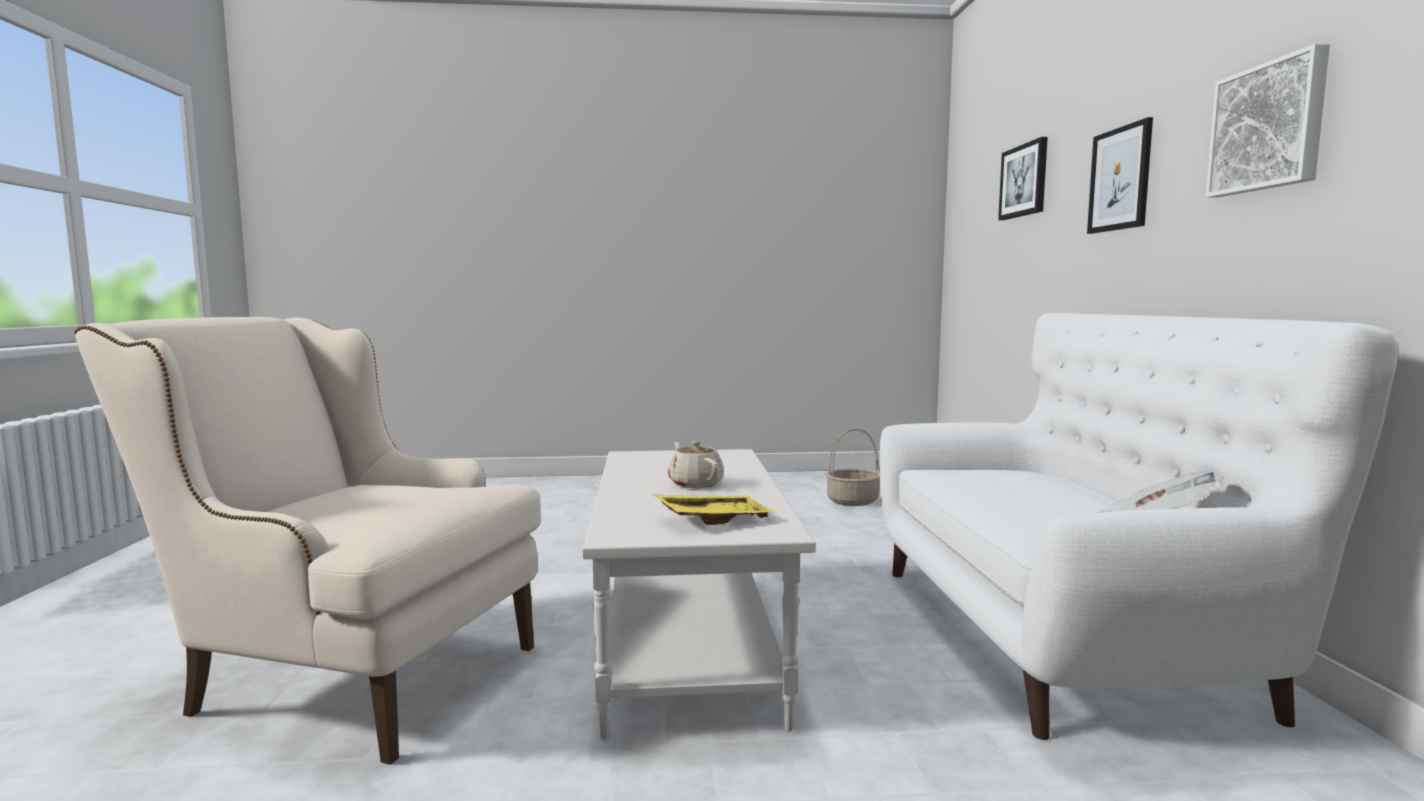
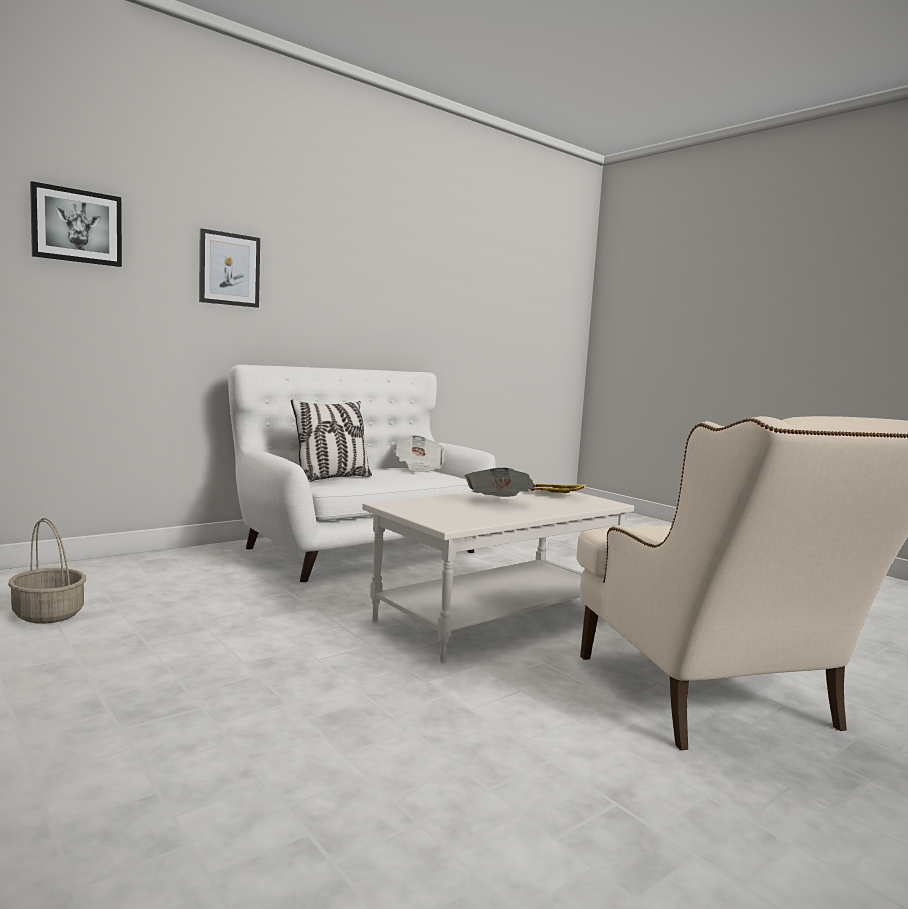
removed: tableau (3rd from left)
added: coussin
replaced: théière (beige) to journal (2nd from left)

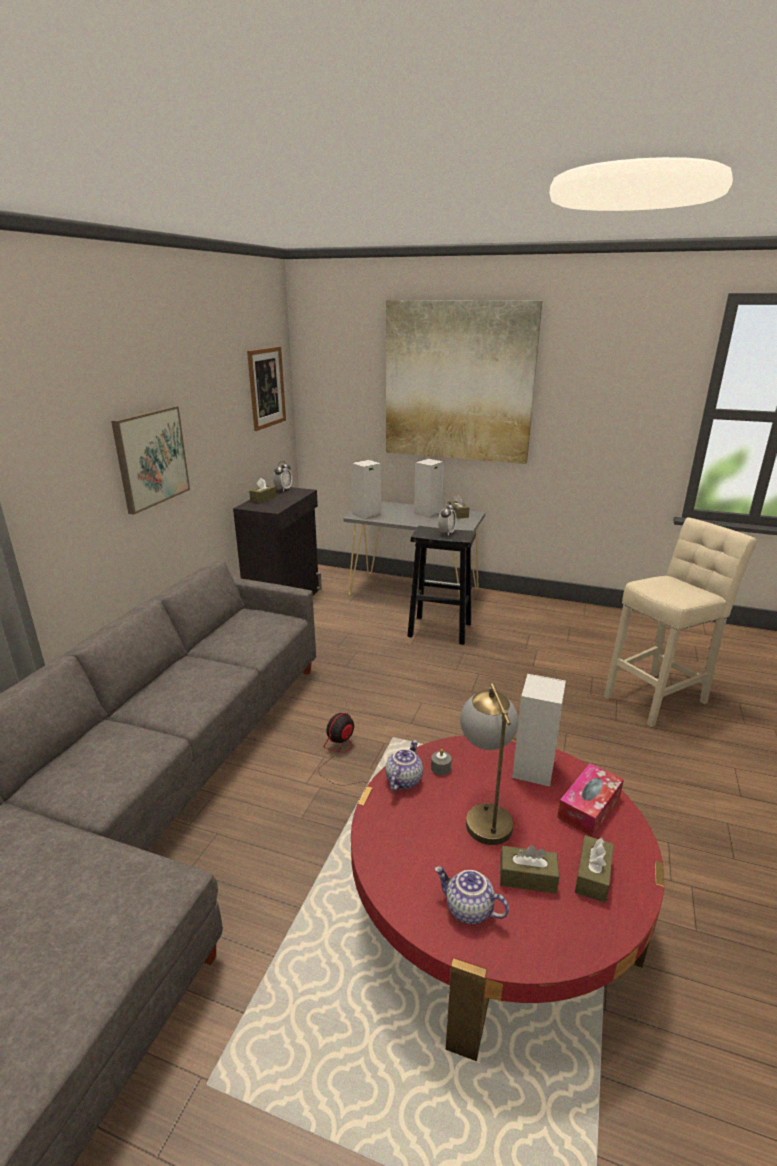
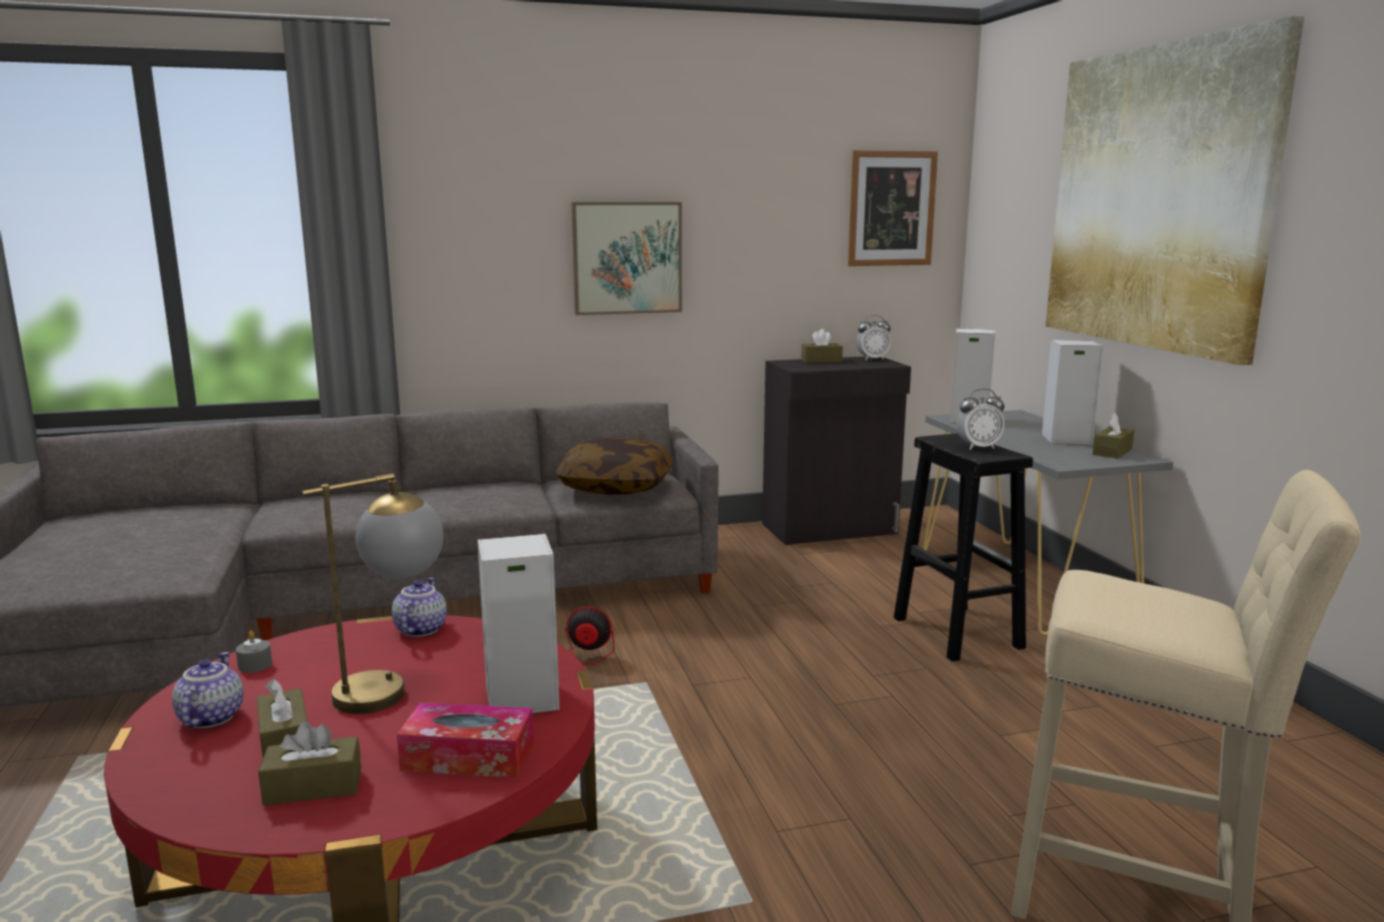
added: coussin
moved: bougie (gris)
turned: théière (1st from left in the first image) 75 degrees counterclockwise

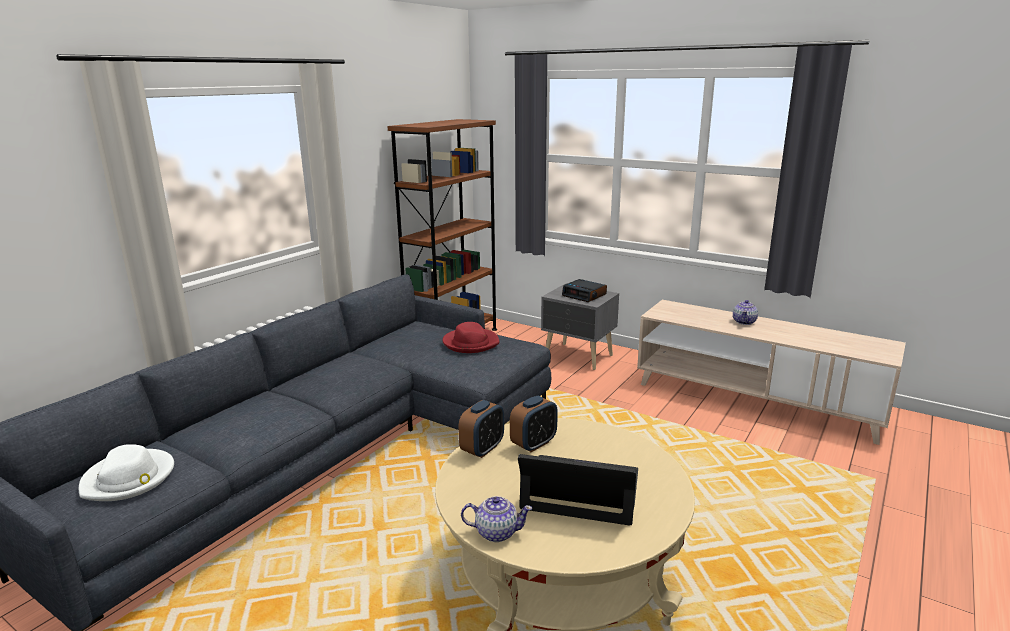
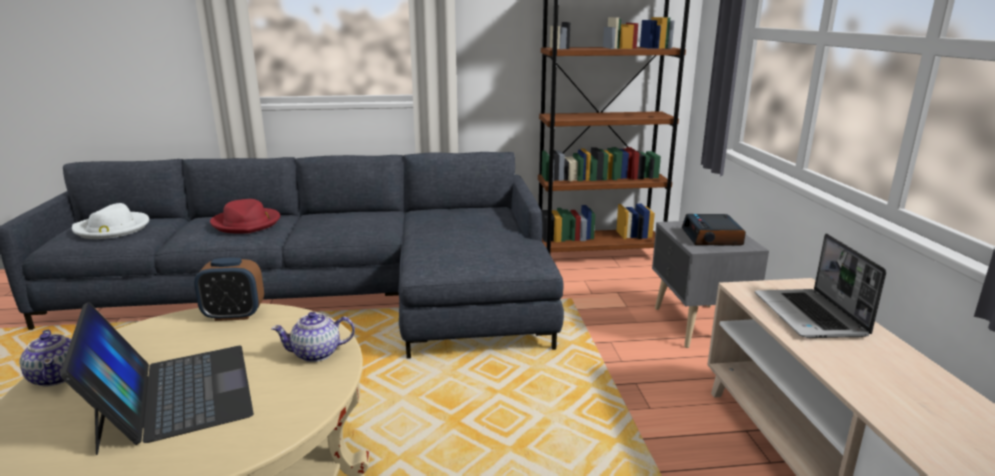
removed: réveil (2nd from left)
added: ordinateur portable (2nd from left)
moved: chapeau (rouge); théière (2nd from left)

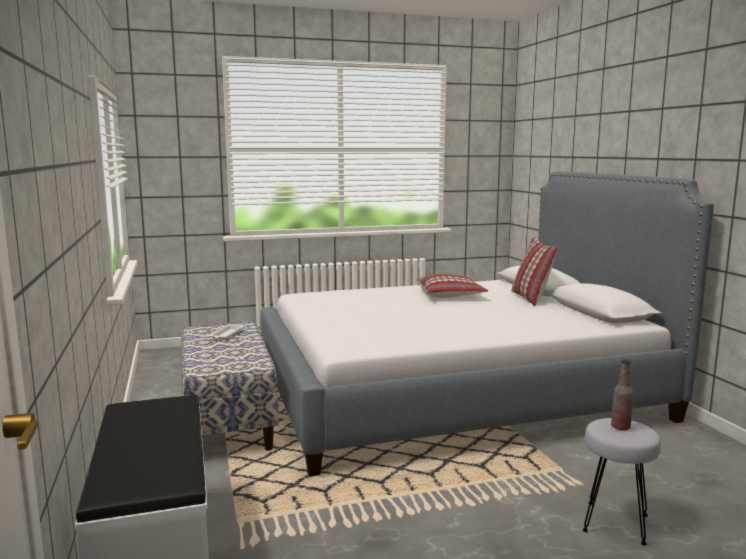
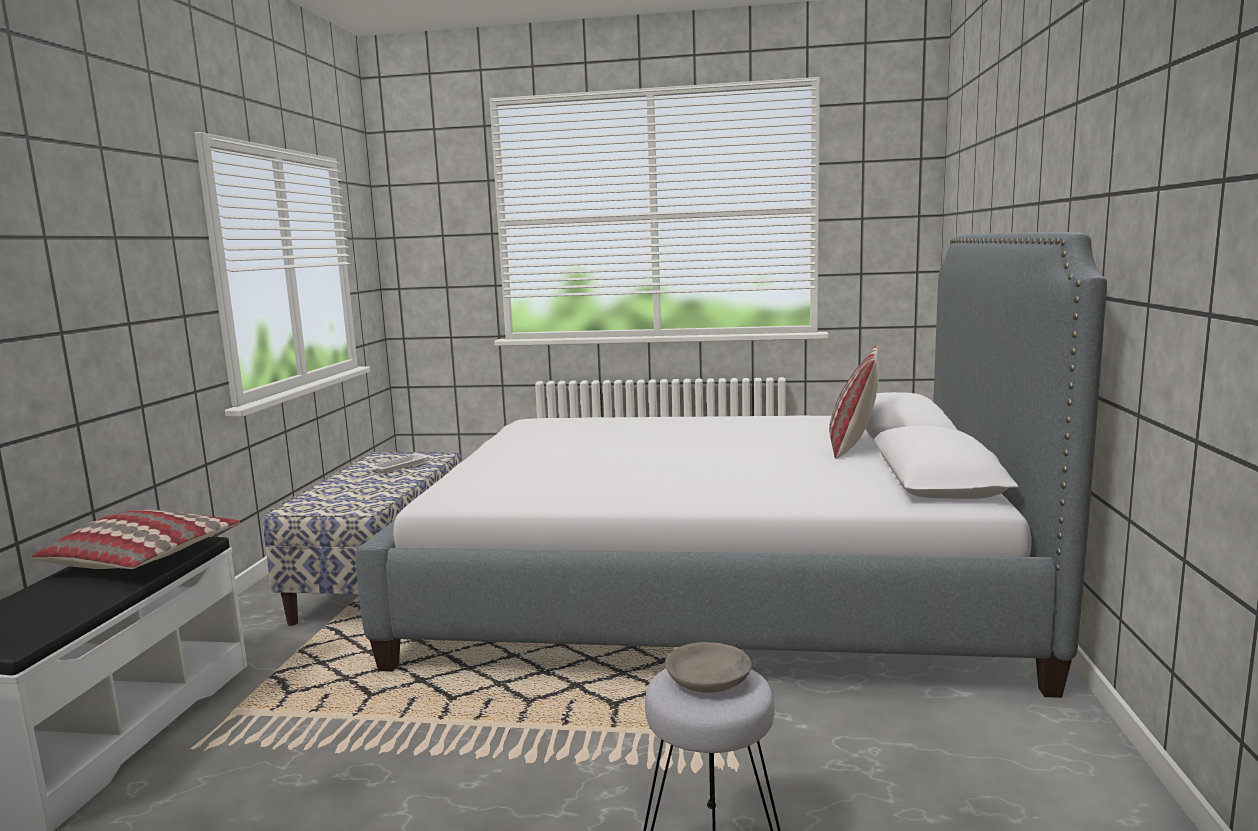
moved: coussin (1st from left)
replaced: bouteille to bol (gris)

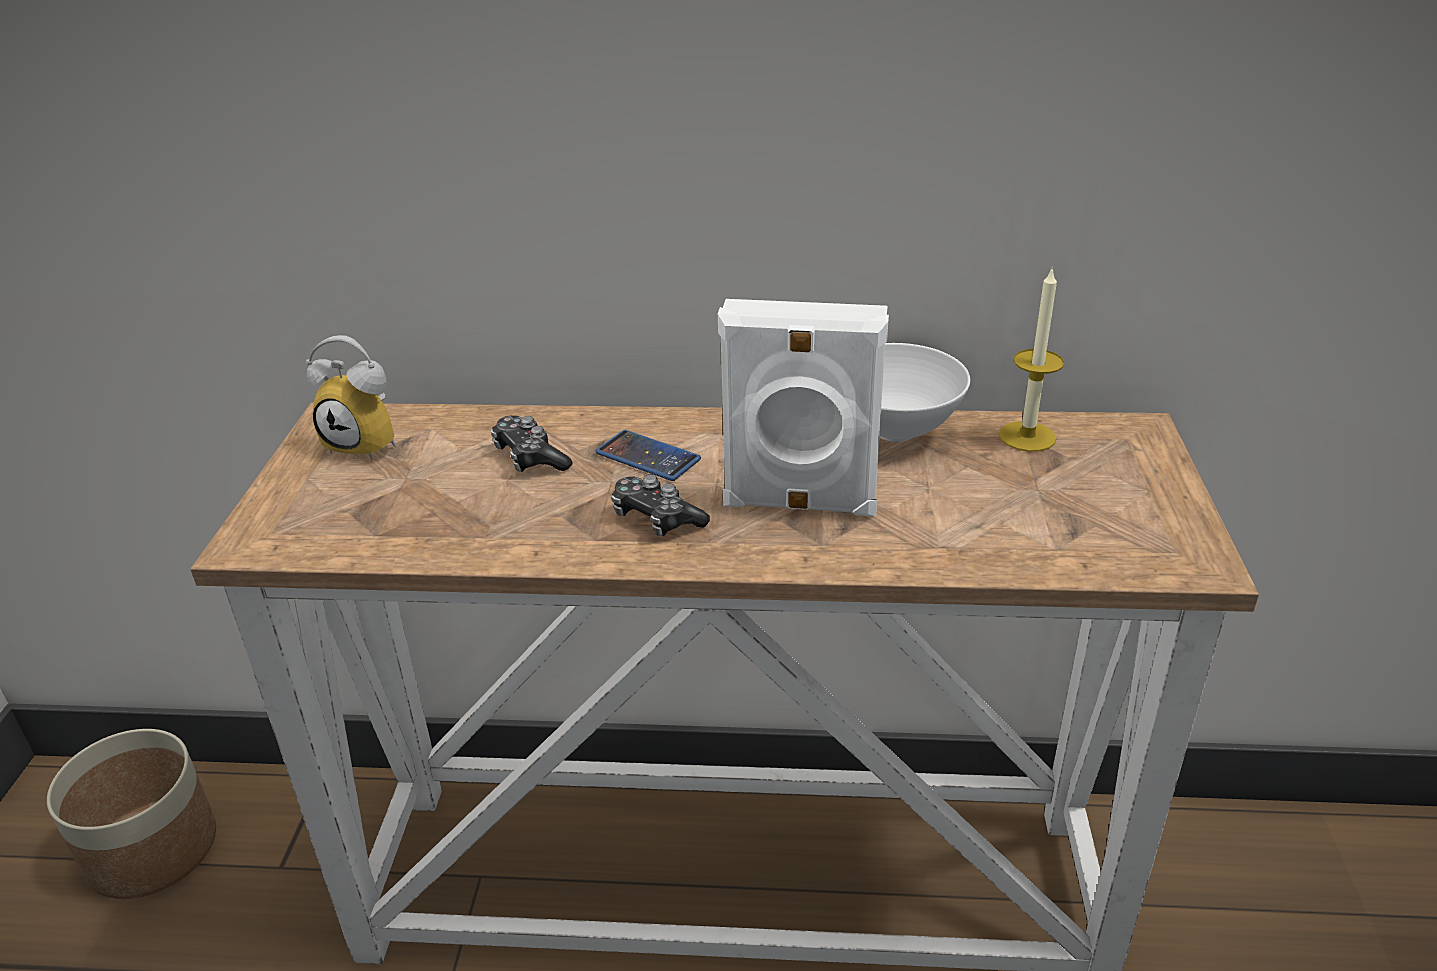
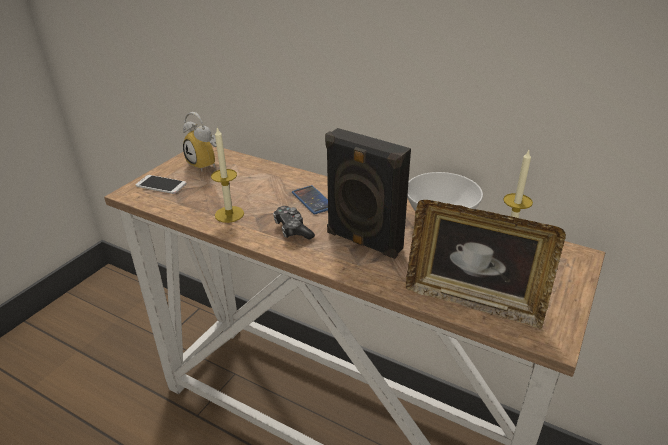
removed: cache-pot; manette (1st from left)
added: téléphone (1st from left); bougie (1st from left); cadre photo
recoloured: enceinte (blanc) to enceinte (noir)

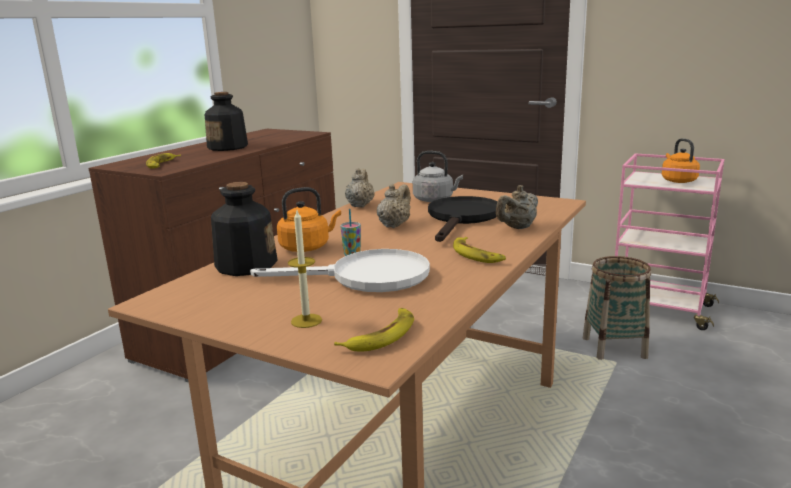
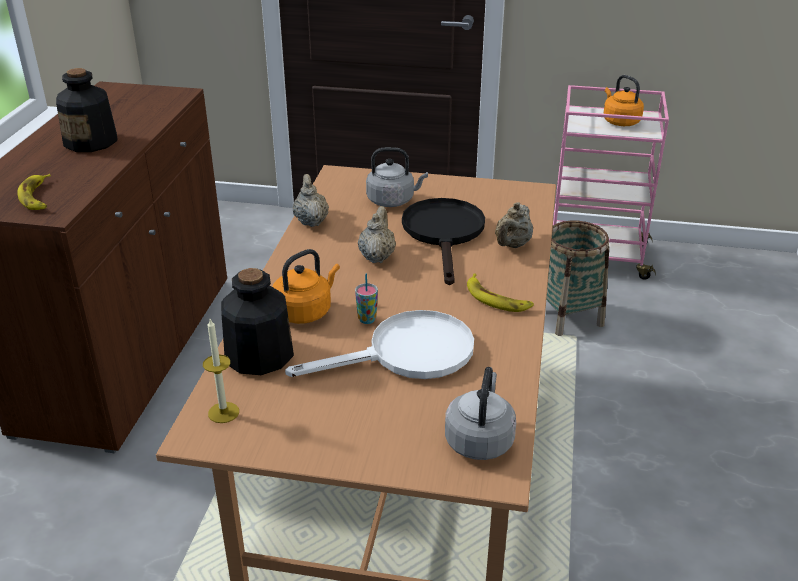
moved: bougie
replaced: banane (2nd from left) to bouilloire (gris) (2nd from left)

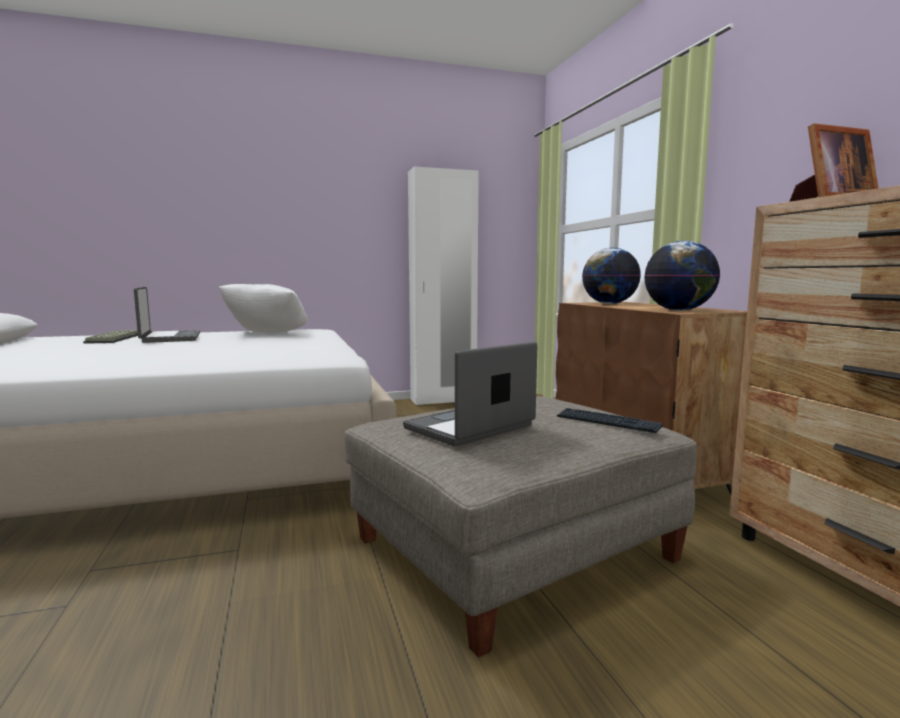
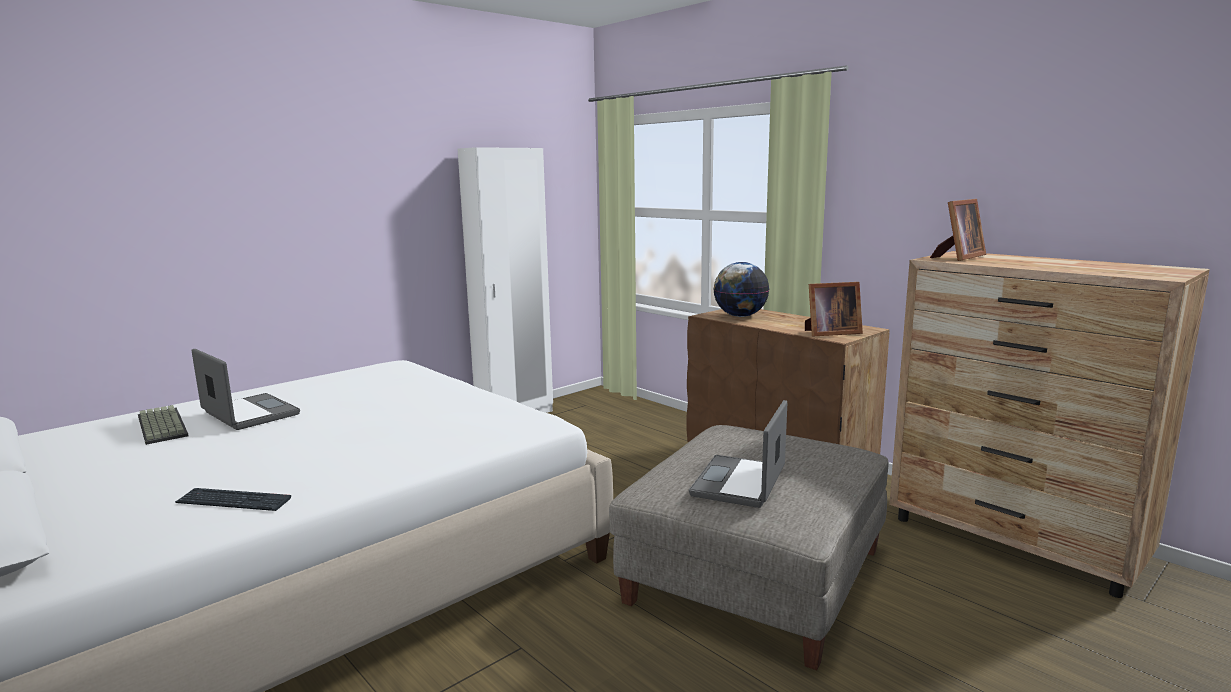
removed: coussin (blanc)
moved: clavier (2nd from left)
replaced: globe (2nd from left) to cadre photo (1st from left)

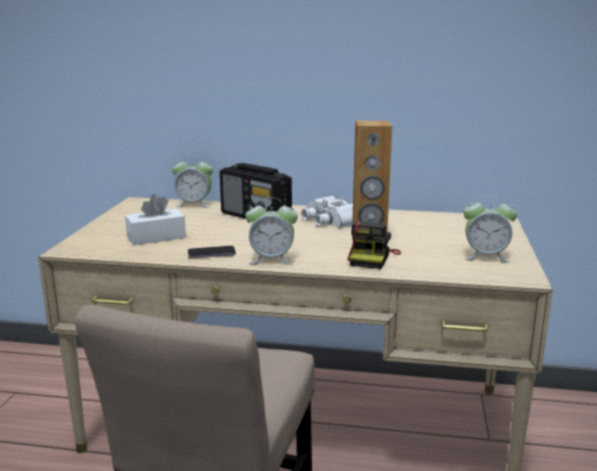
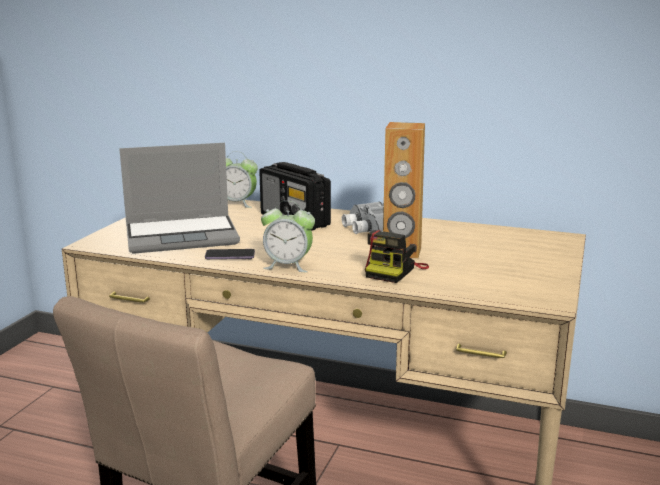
removed: réveil (3rd from left)
replaced: boîte à mouchoirs (blanc) to ordinateur portable

